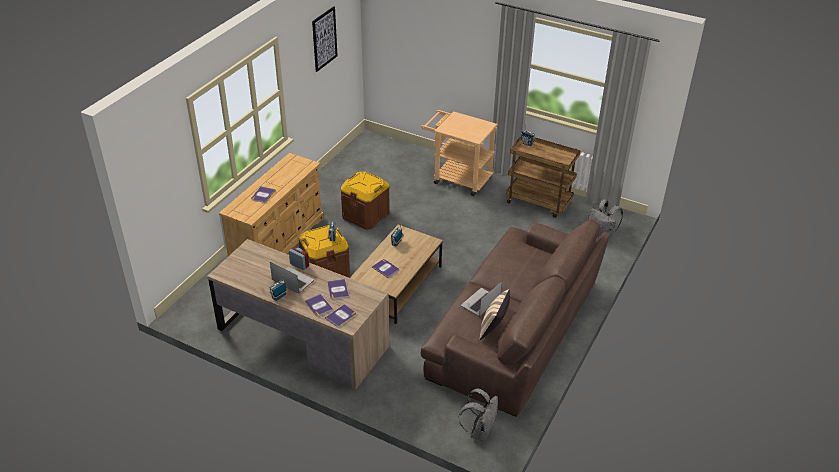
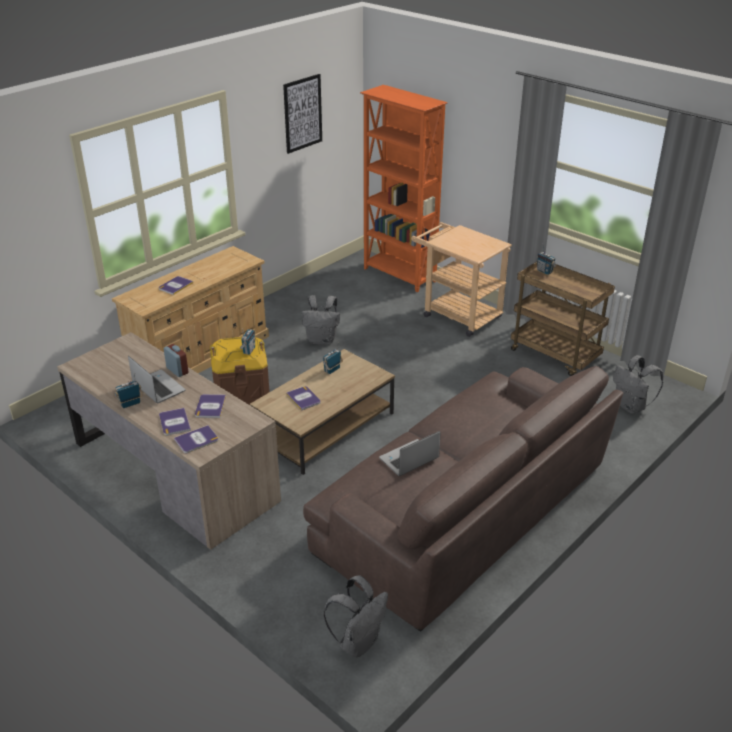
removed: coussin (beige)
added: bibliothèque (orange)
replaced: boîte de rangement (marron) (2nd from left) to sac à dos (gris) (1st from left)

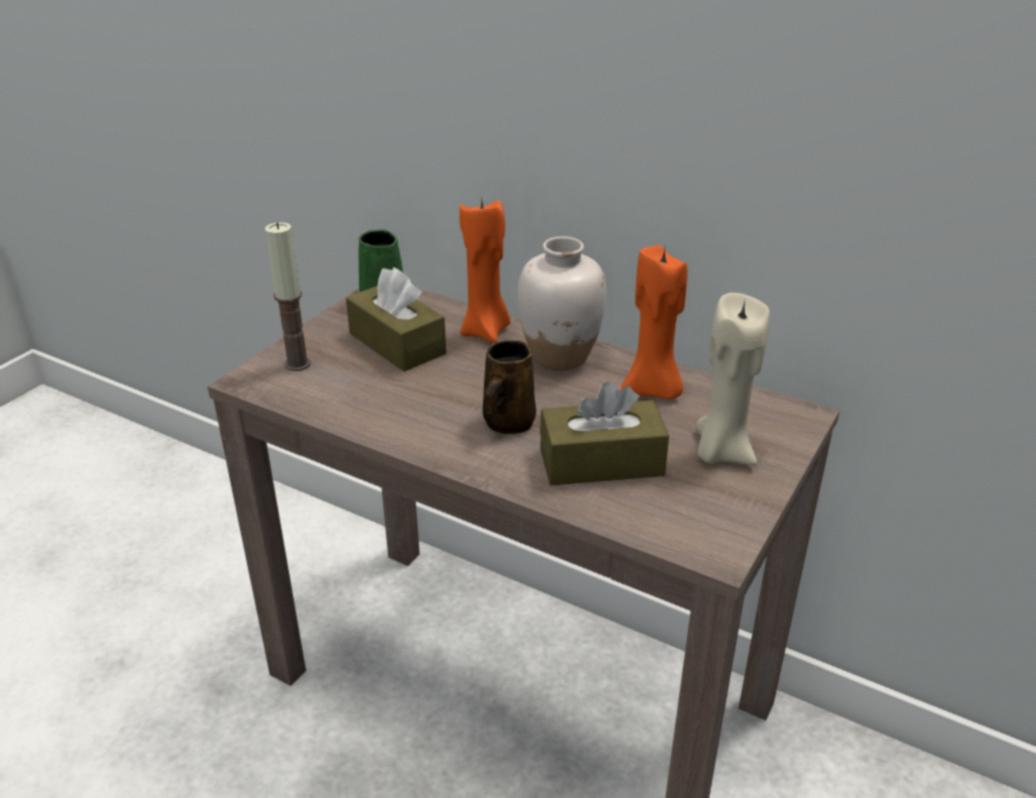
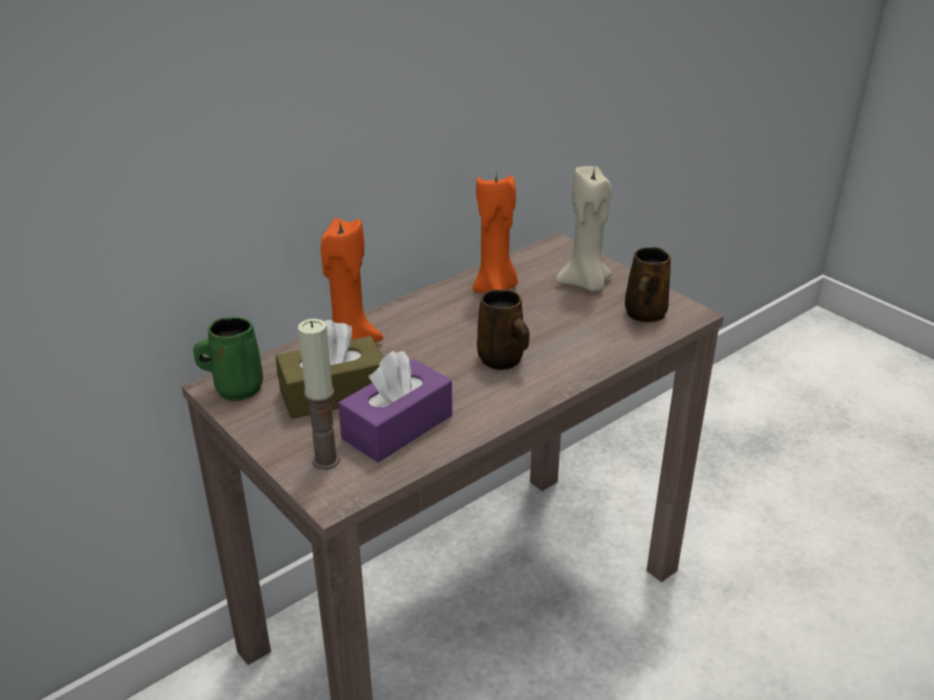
removed: vase (blanc); boîte à mouchoirs (marron) (2nd from left)
added: boîte à mouchoirs (violet); mug (marron) (2nd from left)

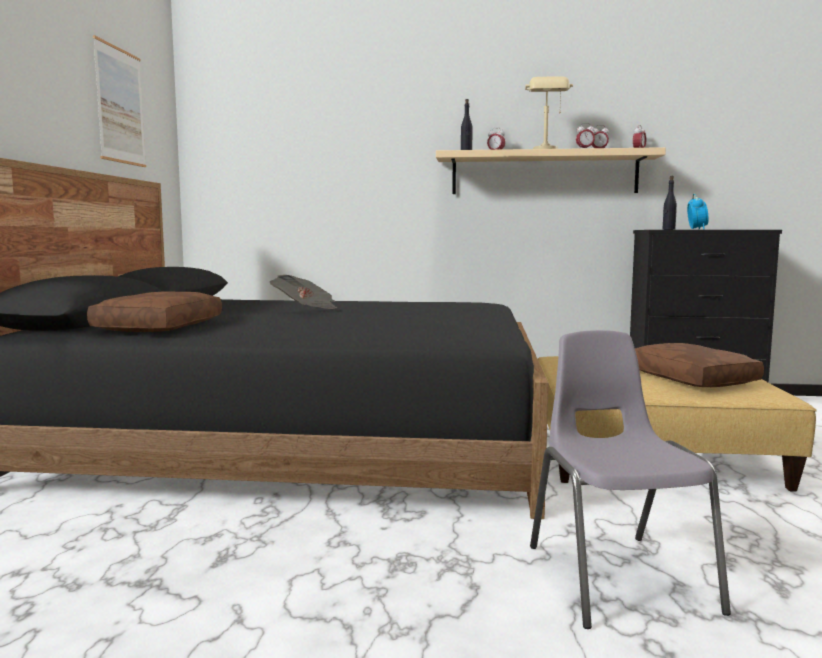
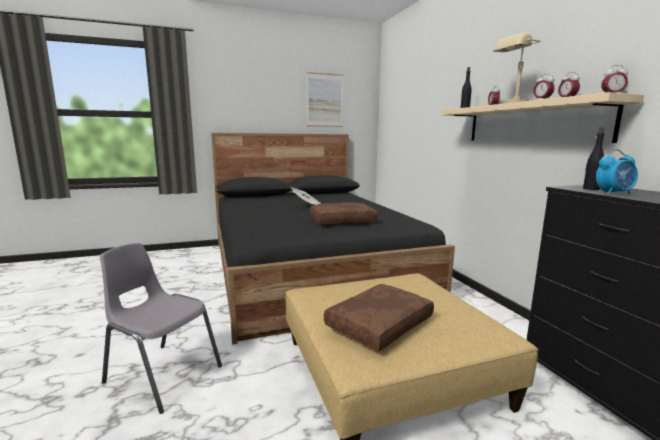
moved: coussin (marron) (1st from left)
turned: chaise (gris) 120 degrees counterclockwise

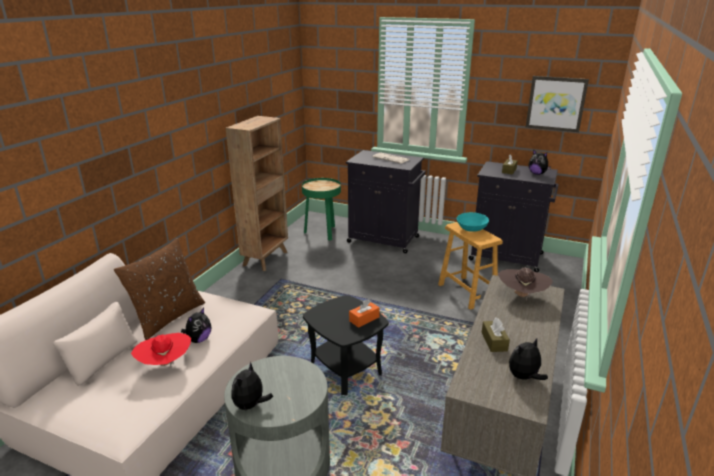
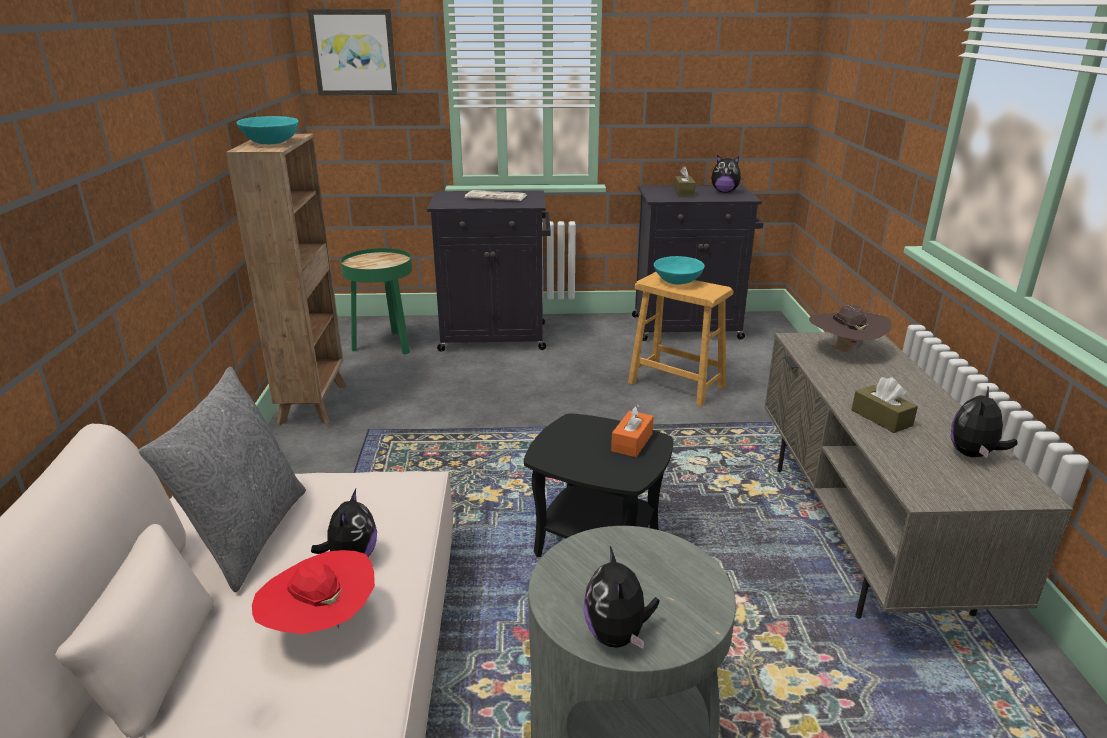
added: bol (turquoise) (1st from left)
moved: tableau
recoloured: coussin (marron) to coussin (gris)

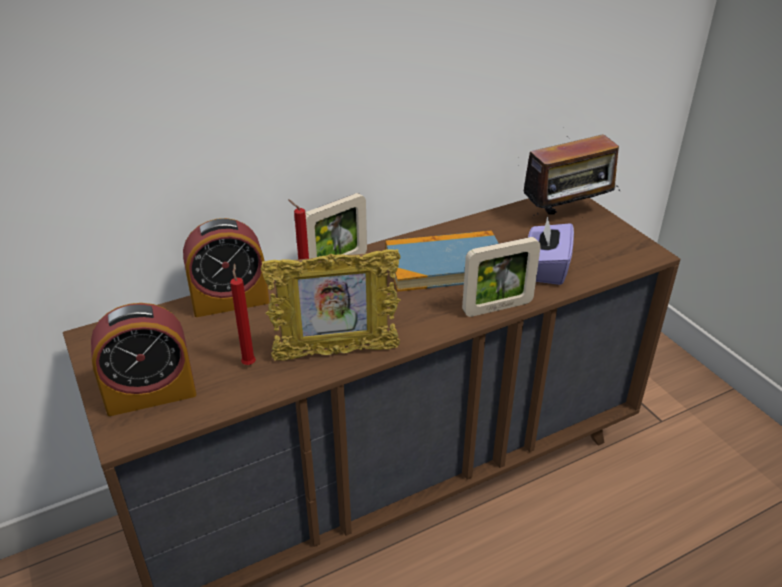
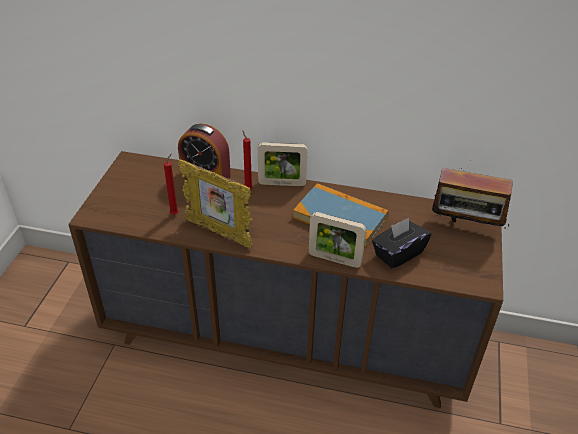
removed: réveil (1st from left)
recoloured: boîte à mouchoirs (violet) to boîte à mouchoirs (noir)

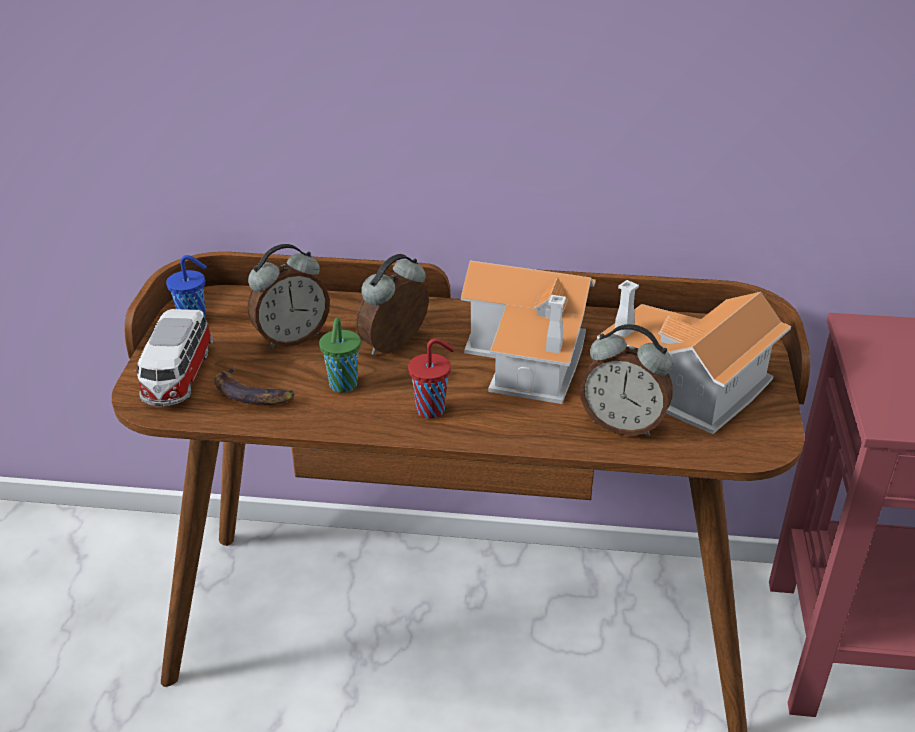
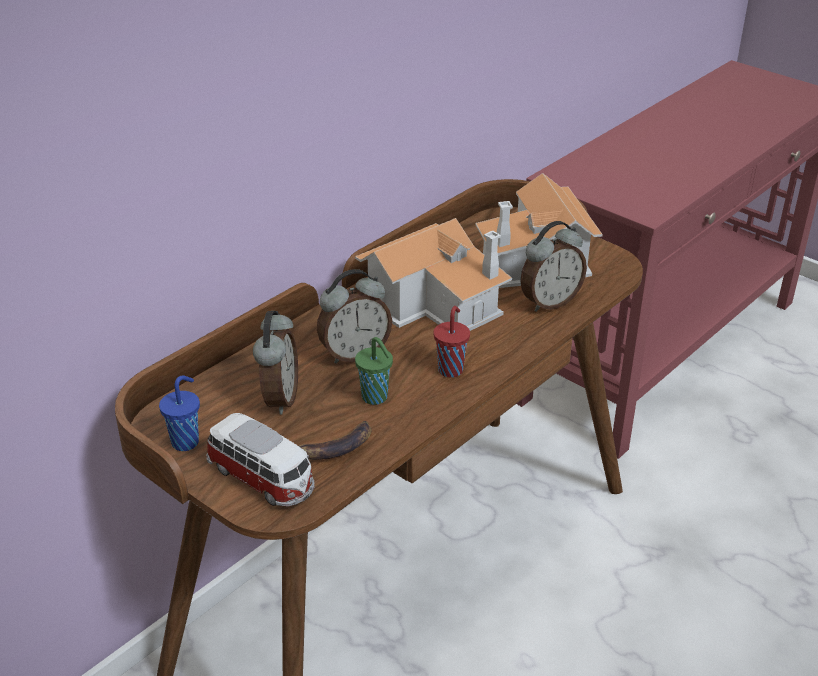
turned: réveil (2nd from left) 105 degrees counterclockwise

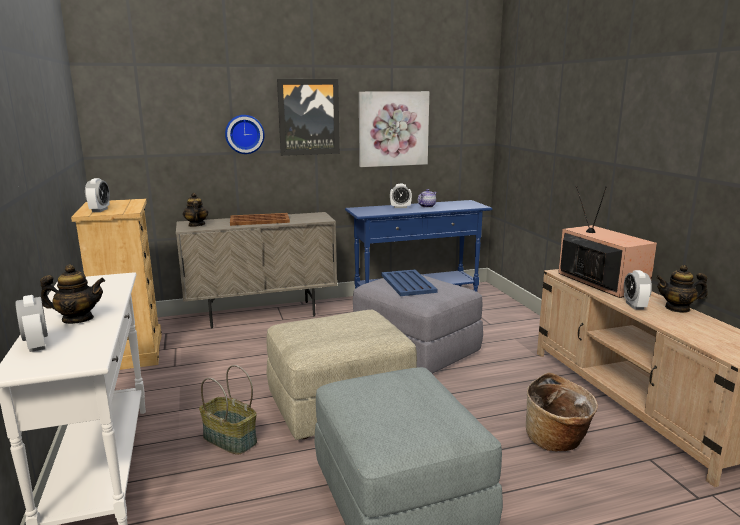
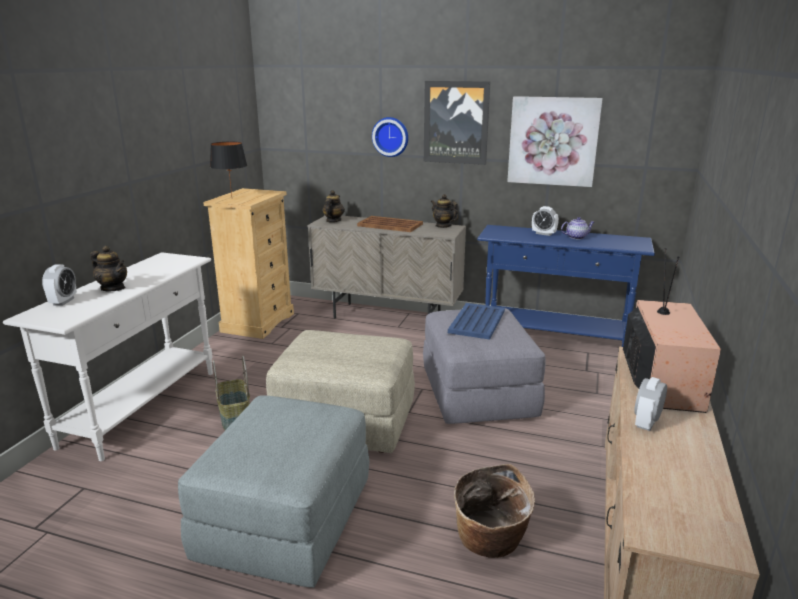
moved: théière (4th from left in the first image) to théière (3rd from left)
replaced: réveil (2nd from left) to lampe de table (noir)

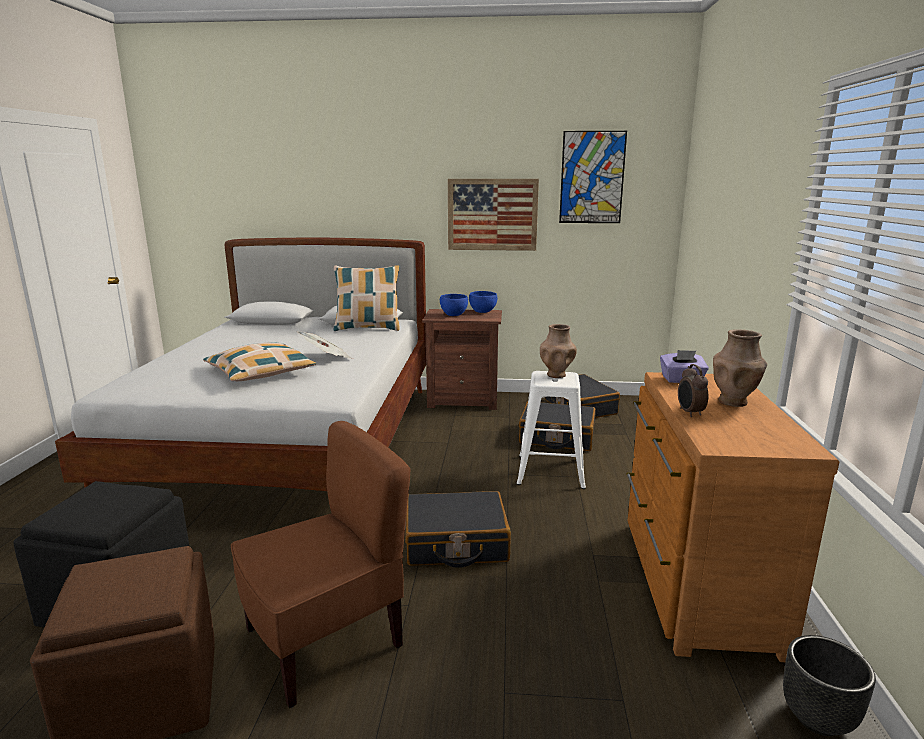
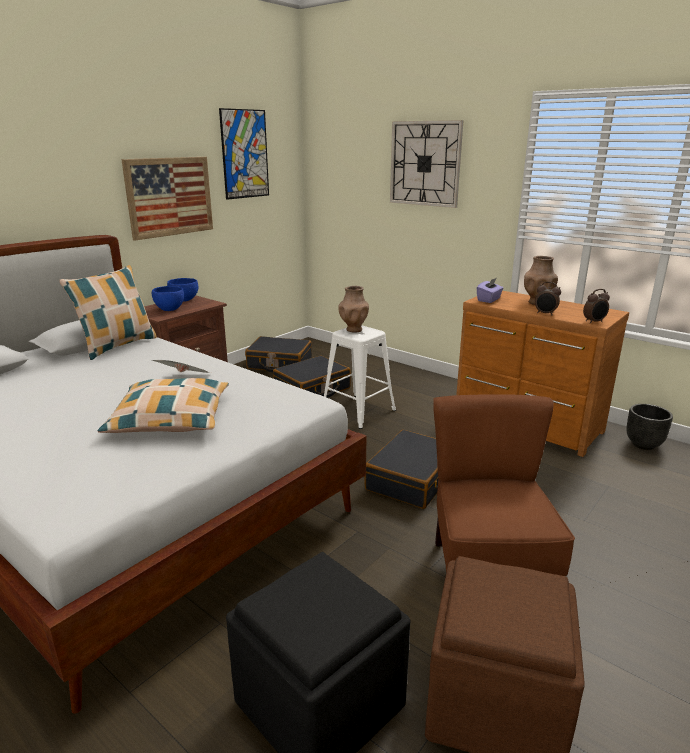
added: horloge murale; réveil (2nd from left)

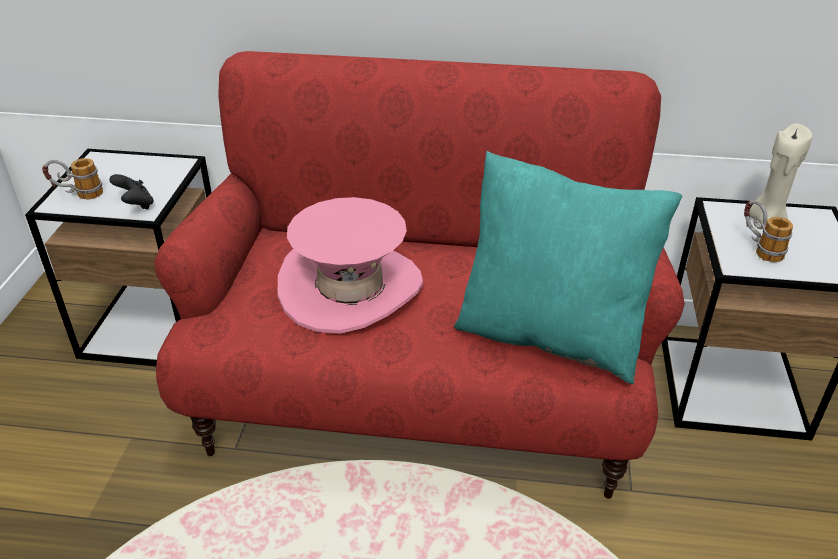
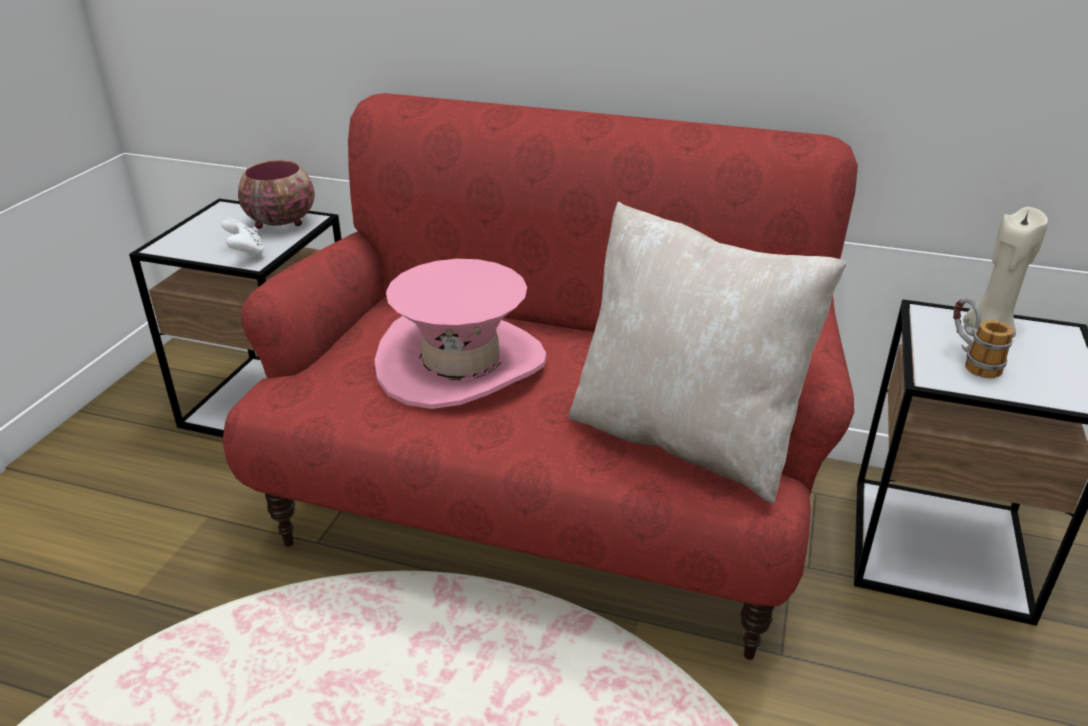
removed: mug (1st from left)
added: bol
recoloured: manette (noir) to manette (blanc); coussin (turquoise) to coussin (beige)

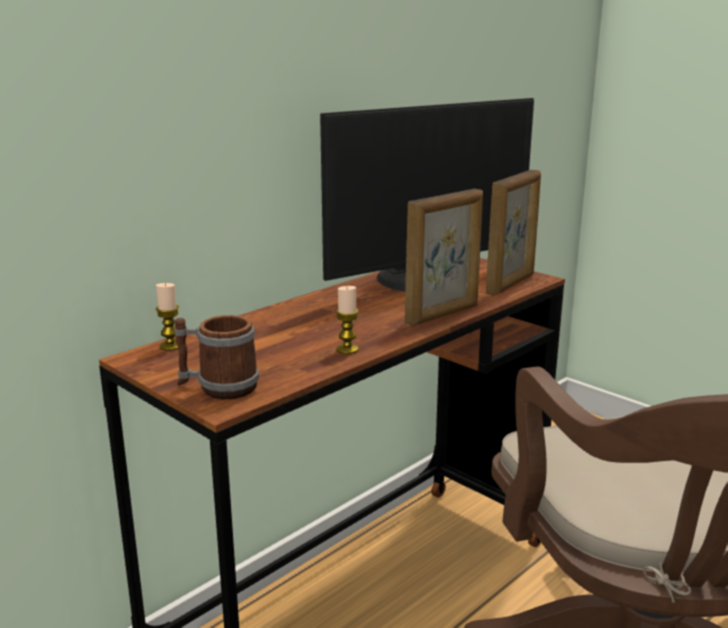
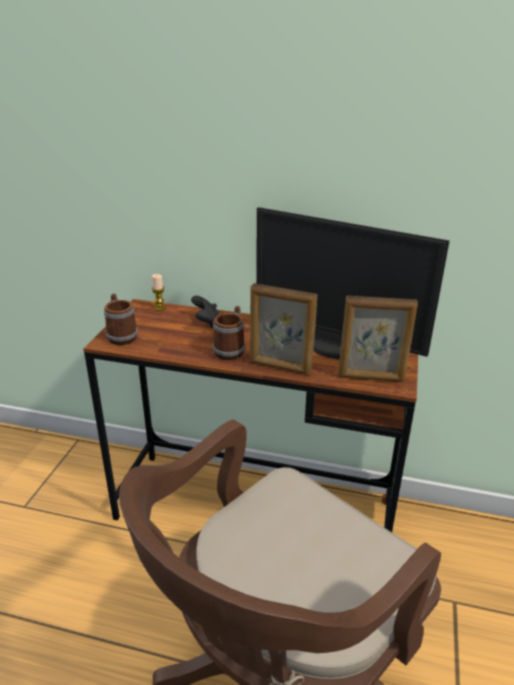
removed: bougie (2nd from left)
added: manette (noir); mug (2nd from left)

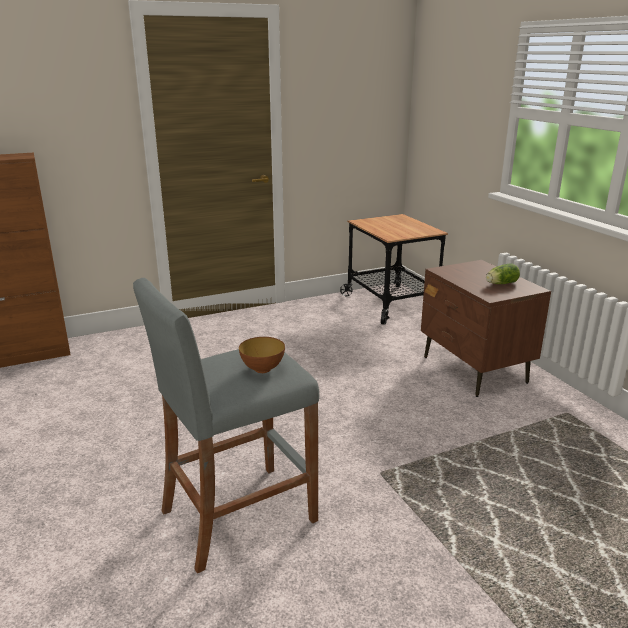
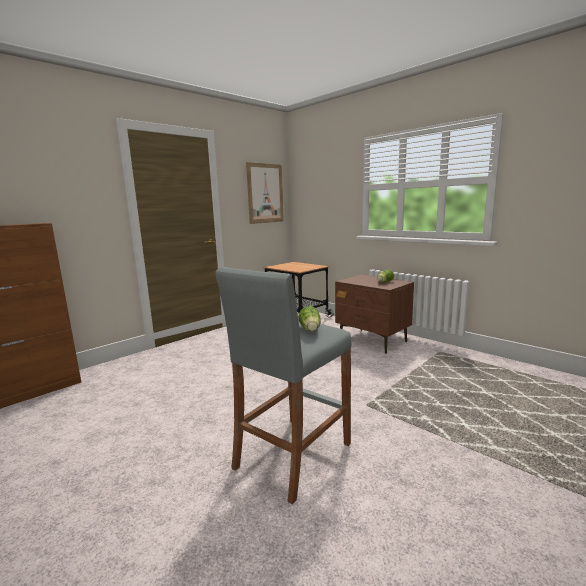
added: tableau
replaced: bol to laitue (1st from left)

